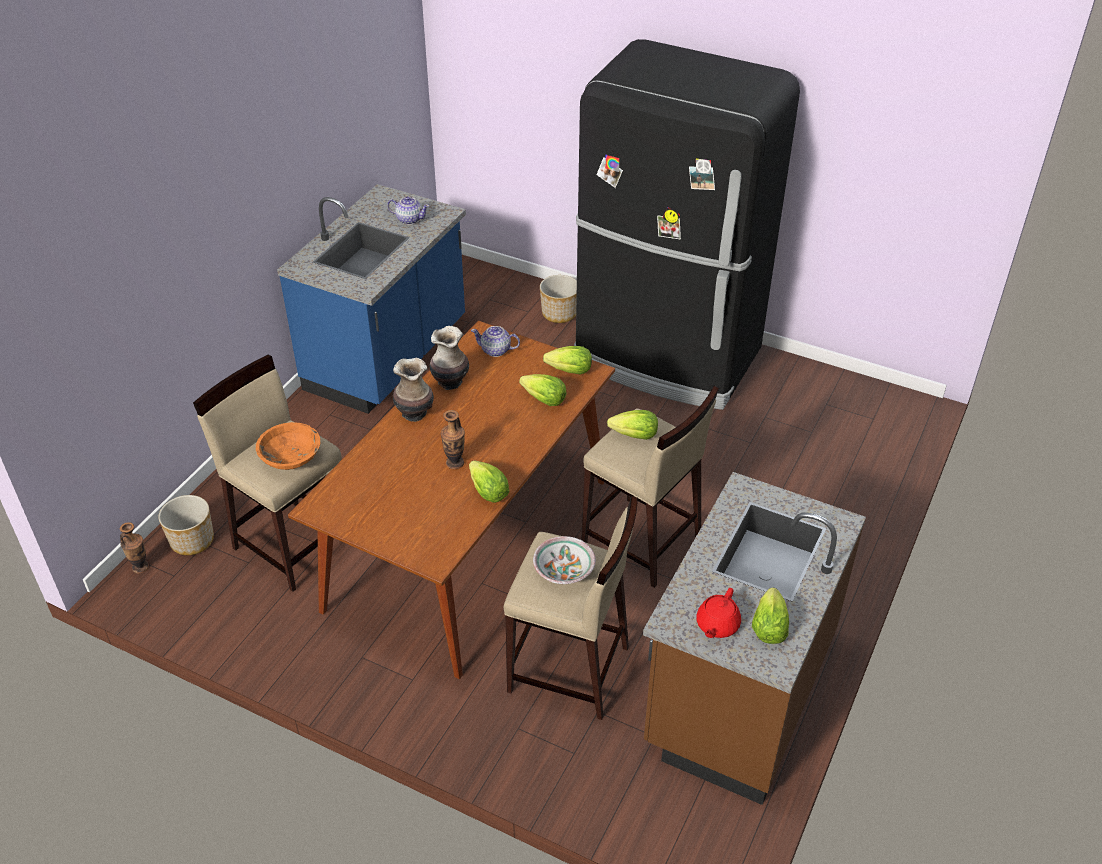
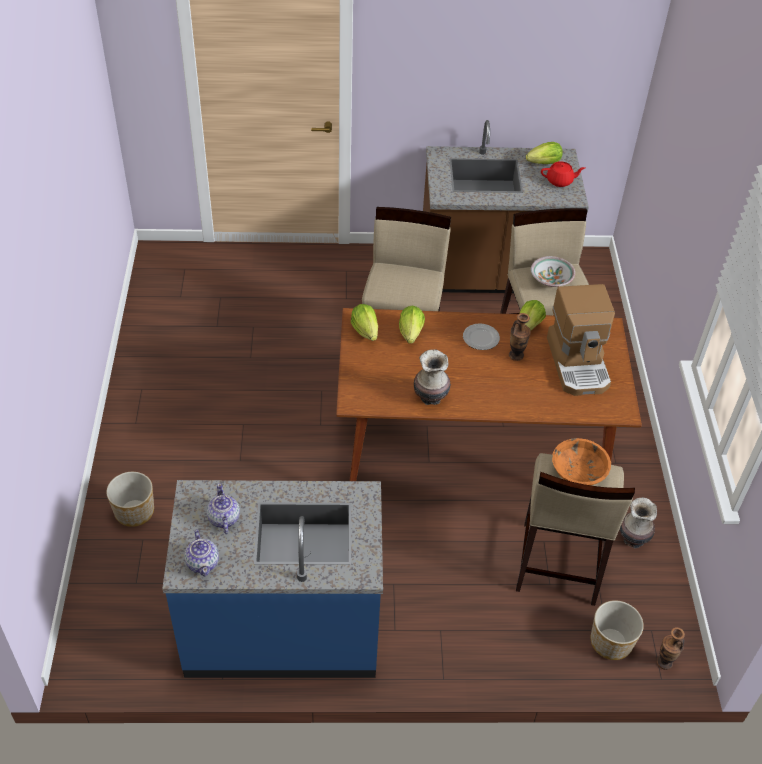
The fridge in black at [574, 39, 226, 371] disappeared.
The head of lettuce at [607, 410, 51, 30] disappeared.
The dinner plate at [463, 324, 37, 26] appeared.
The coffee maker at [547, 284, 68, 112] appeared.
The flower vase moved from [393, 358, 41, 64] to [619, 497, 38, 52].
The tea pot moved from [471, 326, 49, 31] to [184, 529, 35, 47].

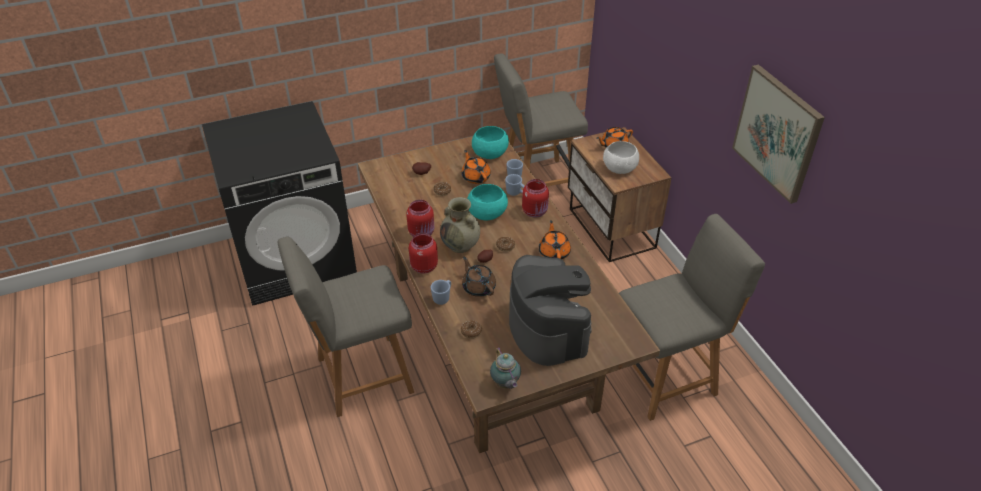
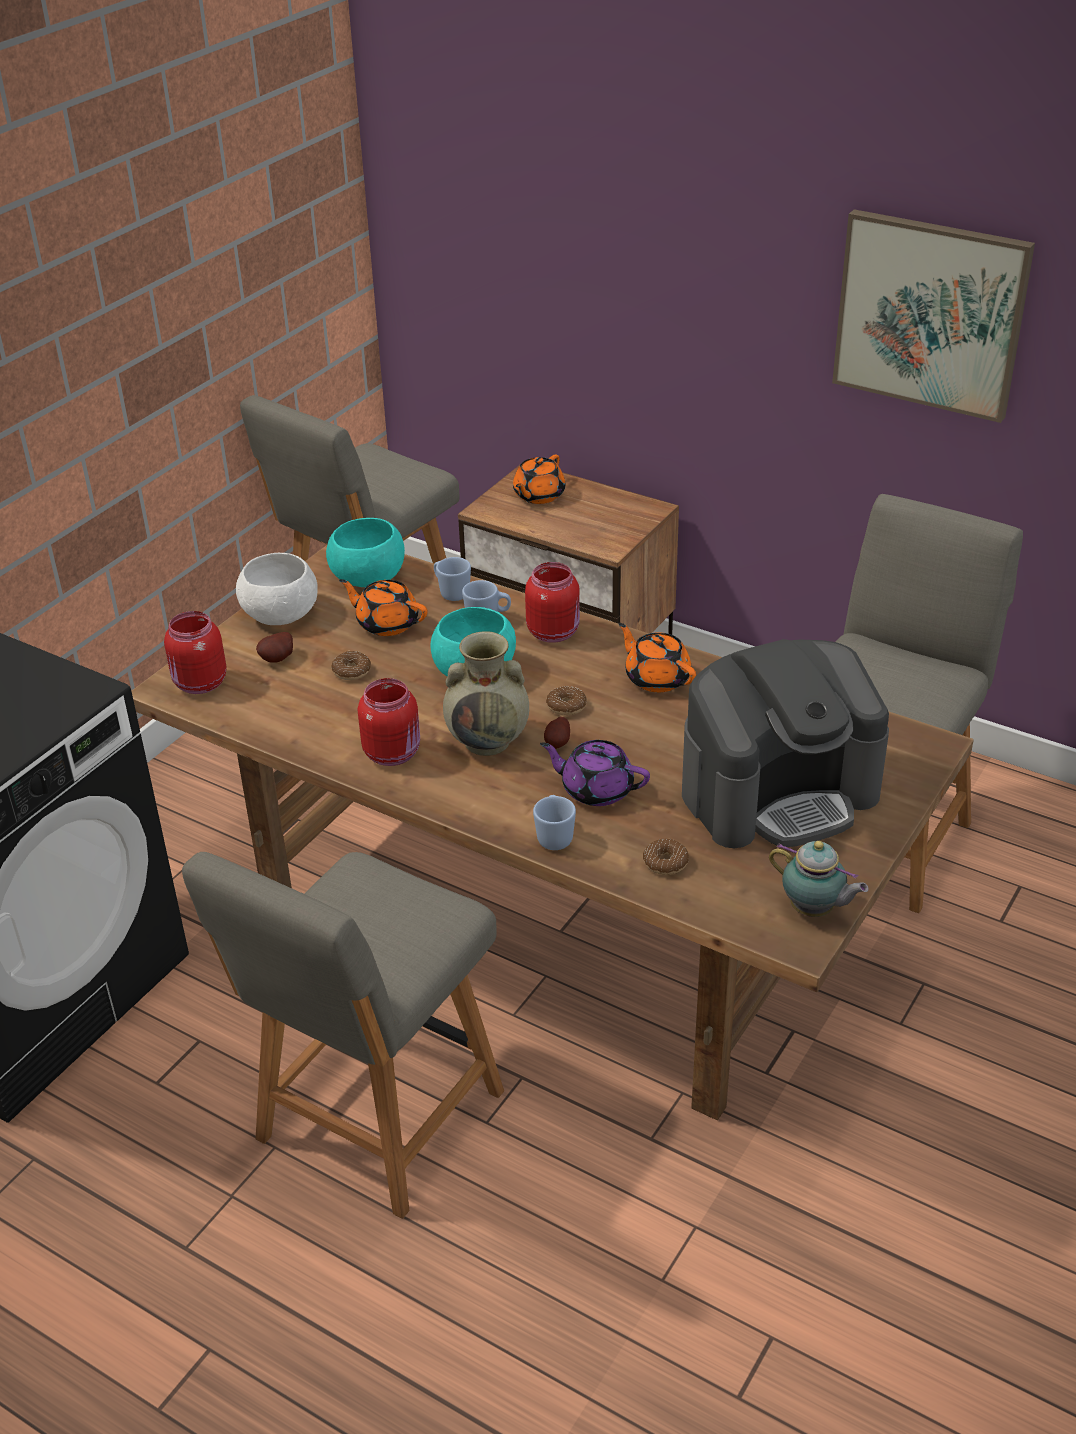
The preserve jar in red moved from [409, 233, 29, 41] to [164, 611, 63, 83].
The serving bowl in whitish moved from [603, 141, 36, 33] to [236, 553, 82, 72].
The tea pot in brown at [462, 257, 34, 40] became the tea pot in purple at [540, 740, 110, 66].
The coffee maker at [509, 255, 83, 111] turned 120 degrees clockwise.

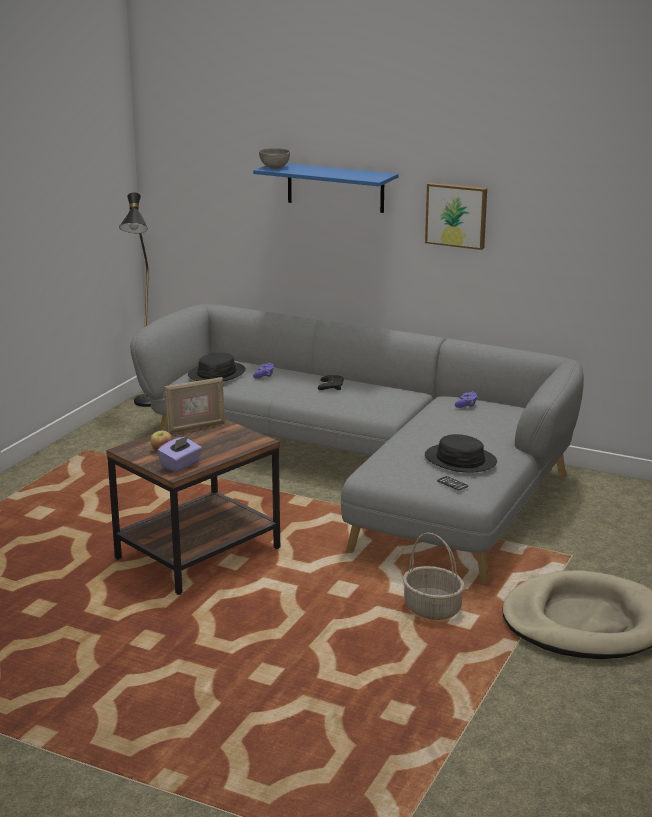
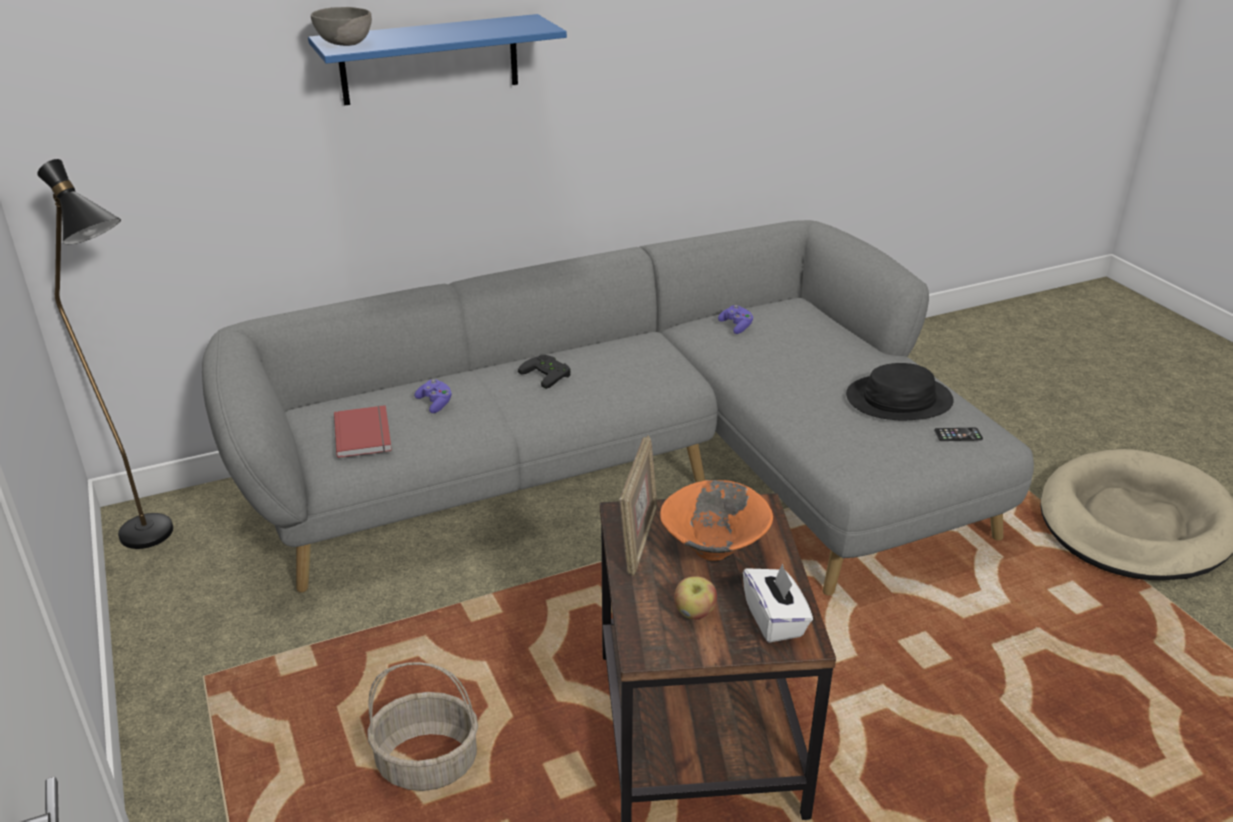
The picture at [425, 183, 62, 67] disappeared.
The serving bowl in orange at [660, 480, 113, 81] appeared.
The household basket moved from [403, 533, 62, 87] to [367, 662, 111, 129].
The hat in black at [188, 352, 58, 30] was replaced by the bound book in red at [334, 405, 58, 53].
The tissue box in purple at [157, 435, 45, 37] became the tissue box in whitish at [743, 563, 70, 80].

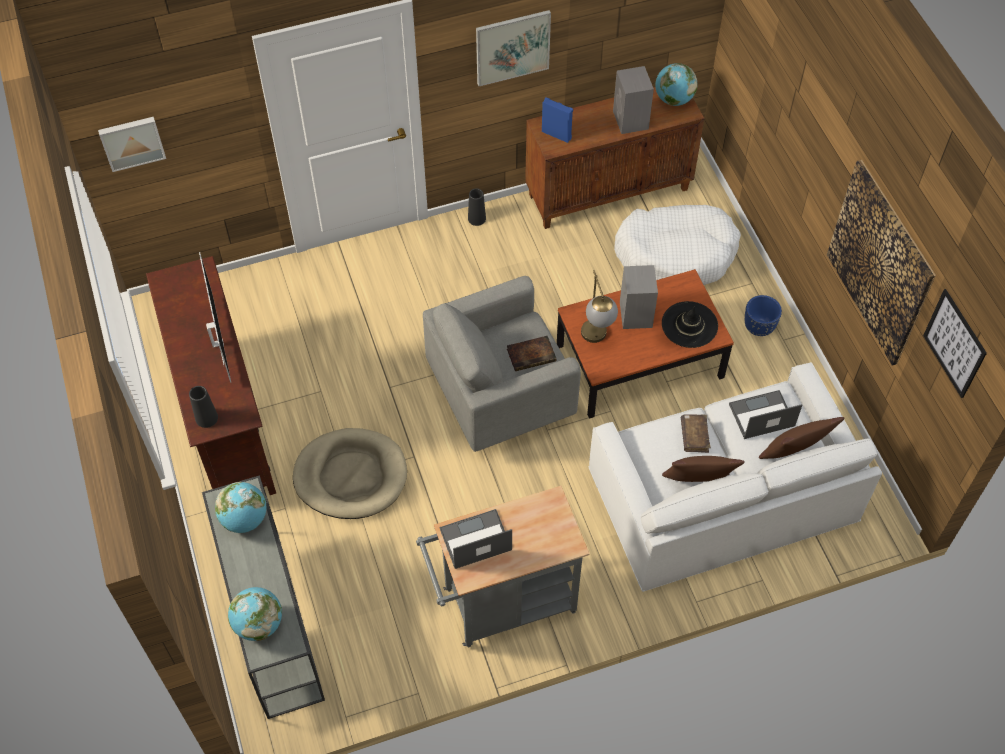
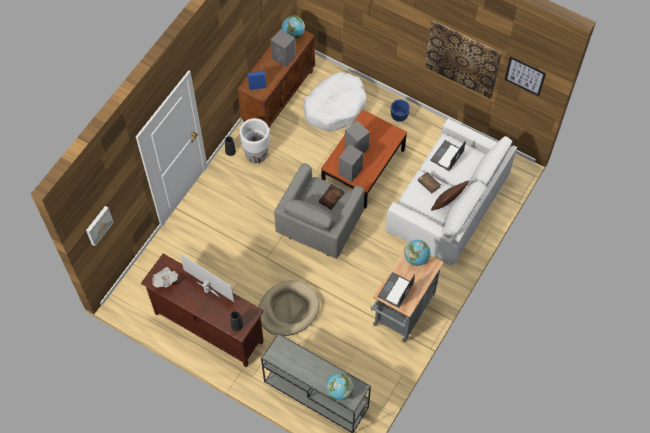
The picture at [476, 10, 75, 76] disappeared.
The hat in black at [662, 301, 56, 47] disappeared.
The throw pillow in brown at [759, 417, 85, 42] disappeared.
The printed paper at [152, 267, 26, 21] appeared.
The flower pot in whitish at [239, 118, 31, 46] appeared.
The globe moved from [215, 482, 52, 51] to [404, 240, 26, 26].
The table lamp at [581, 270, 37, 73] was replaced by the loudspeaker in greyish at [338, 145, 25, 37].

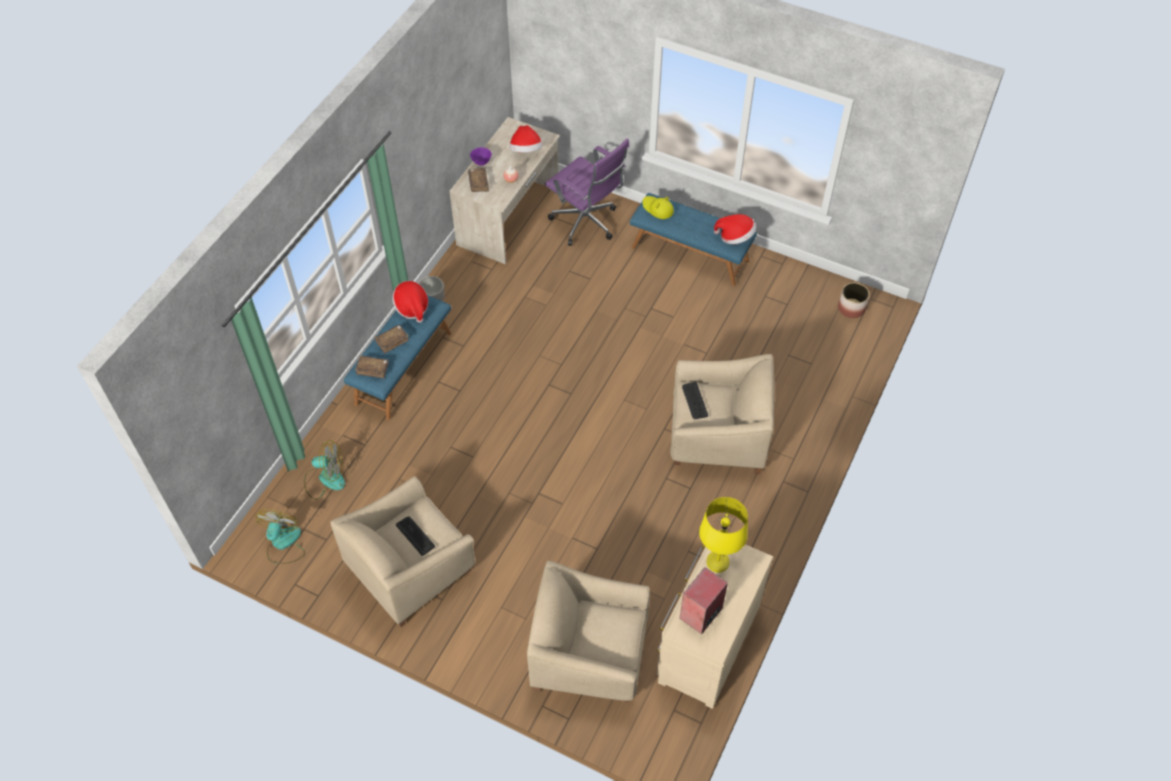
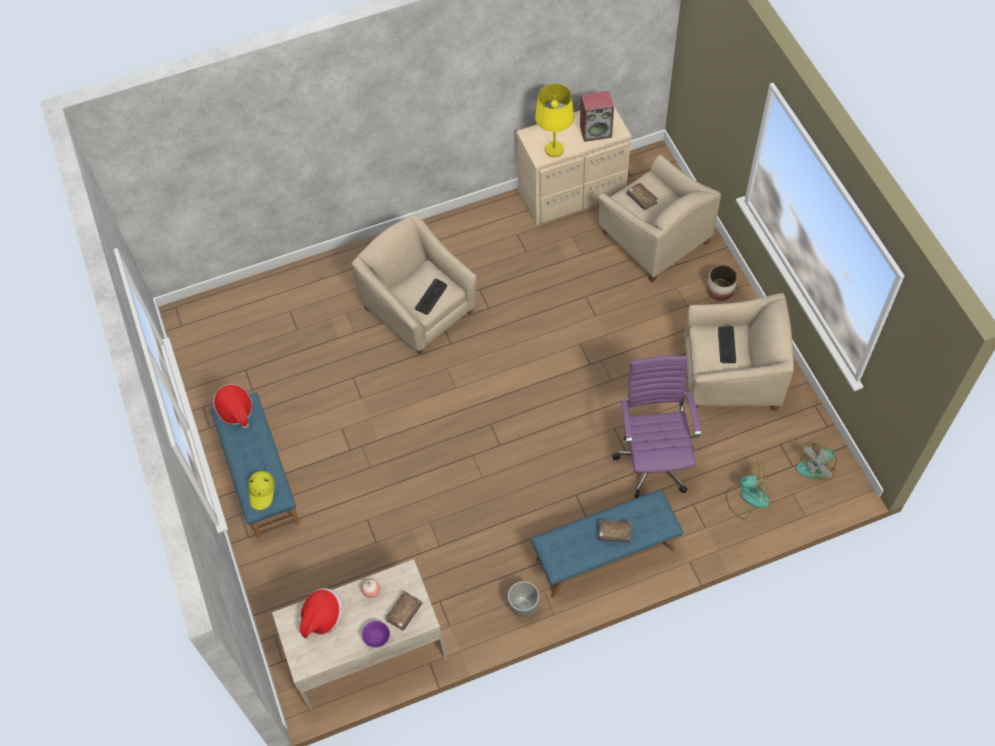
The hat at [392, 281, 36, 42] disappeared.
The bound book in brown moved from [355, 355, 34, 24] to [627, 182, 31, 28].
The office chair in purple moved from [545, 139, 84, 107] to [613, 356, 88, 142].
The flower pot moved from [838, 283, 31, 35] to [707, 265, 30, 36].
The cooling fan at [304, 440, 41, 60] turned 135 degrees clockwise.

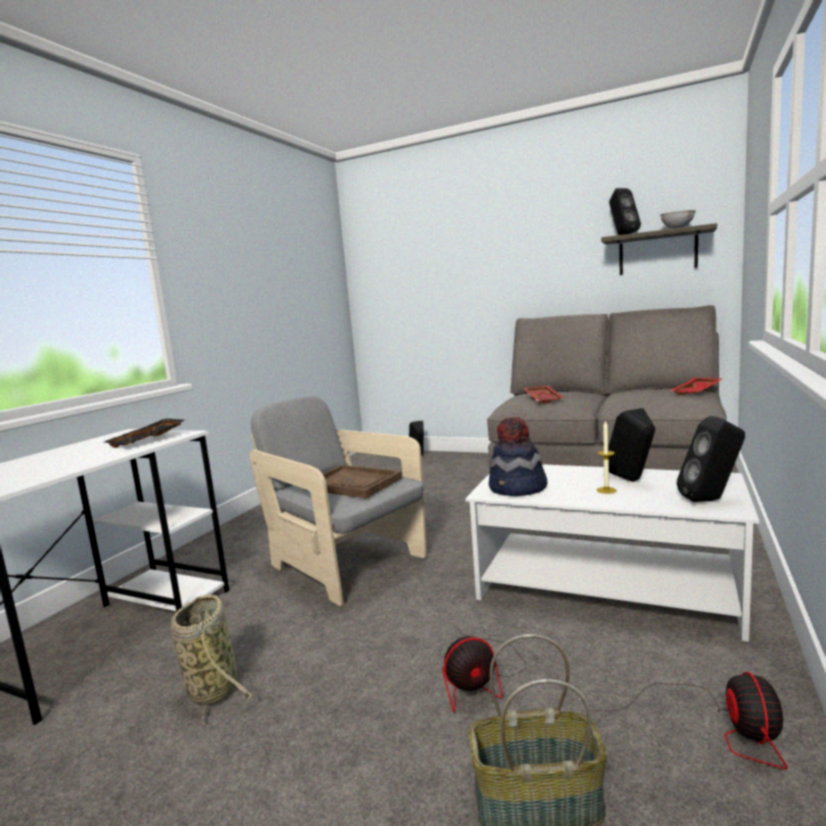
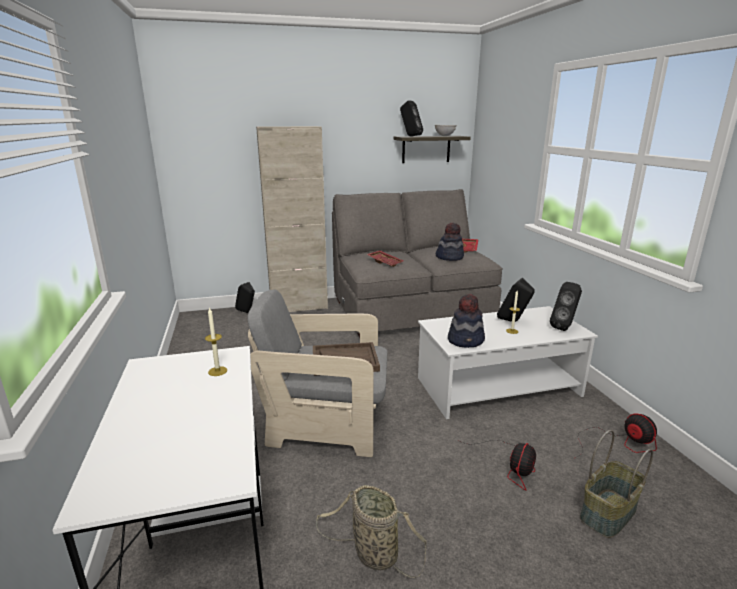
The storage cabinet in sand-coloured at [256, 126, 72, 186] appeared.
The hat at [436, 223, 28, 38] appeared.
The serving tray in black at [104, 419, 81, 29] was replaced by the wax light at [205, 307, 22, 69].

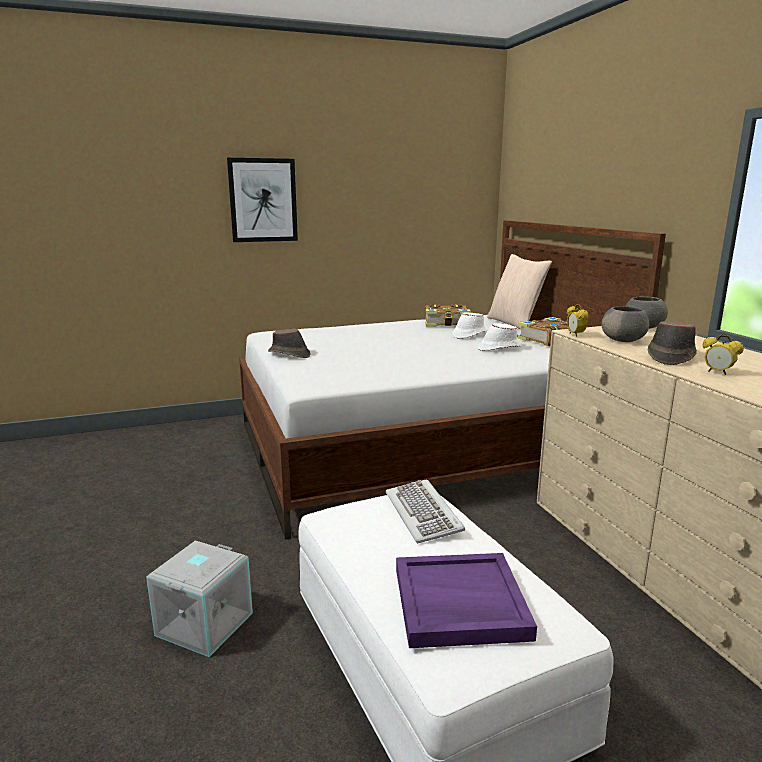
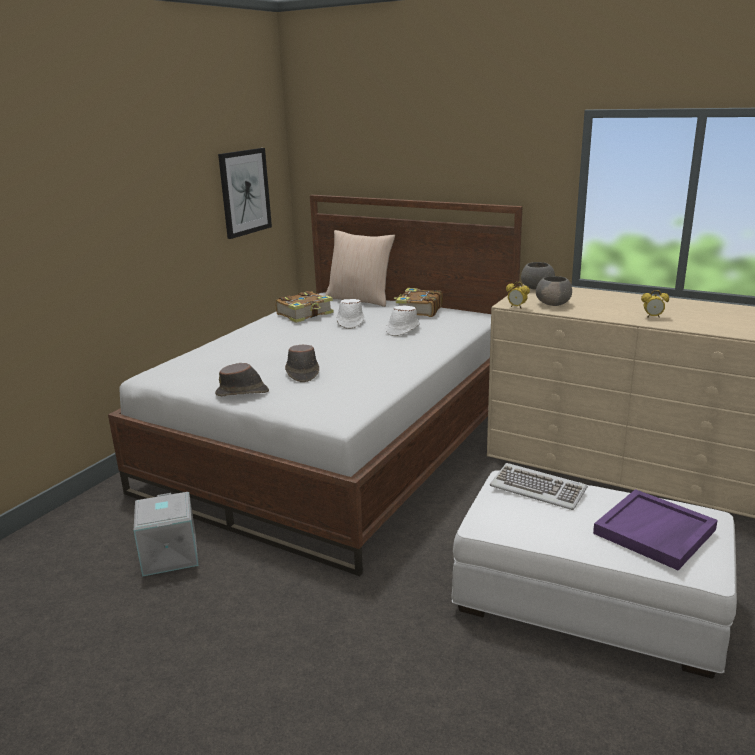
The storage container in greyish moved from [146, 540, 107, 117] to [134, 492, 64, 85].
The picture moved from [227, 158, 71, 84] to [218, 148, 54, 91].
The hat in brown moved from [648, 321, 49, 44] to [285, 345, 34, 37].

